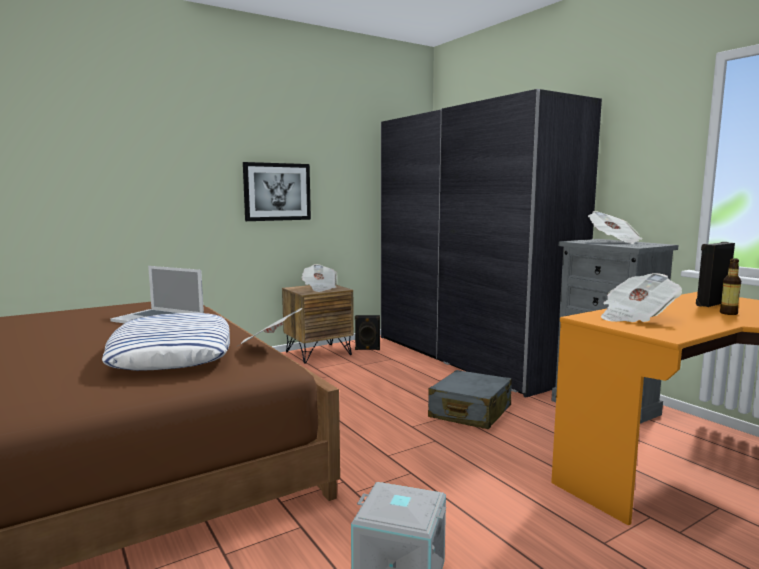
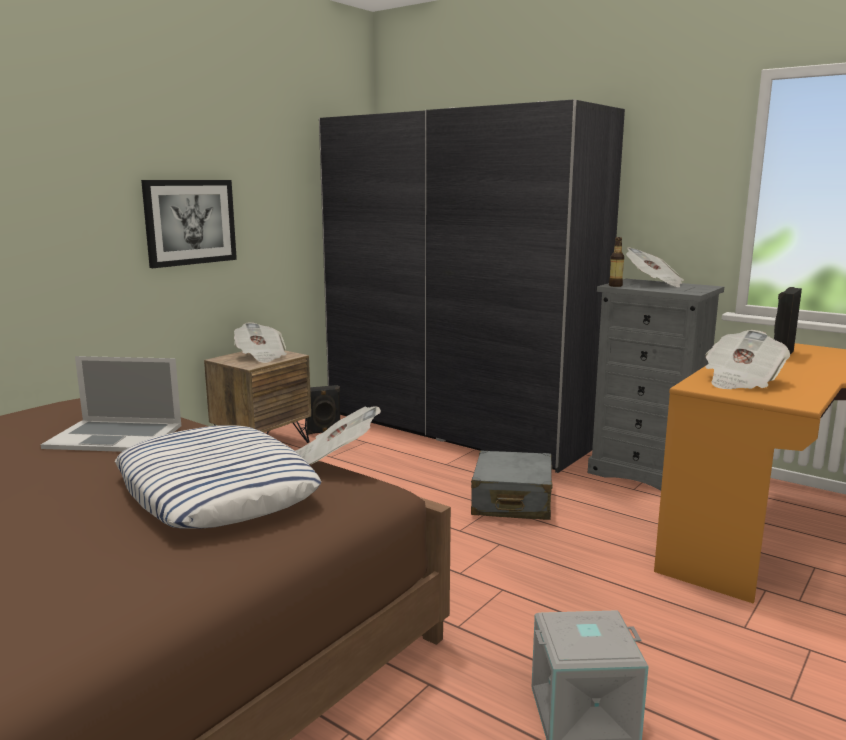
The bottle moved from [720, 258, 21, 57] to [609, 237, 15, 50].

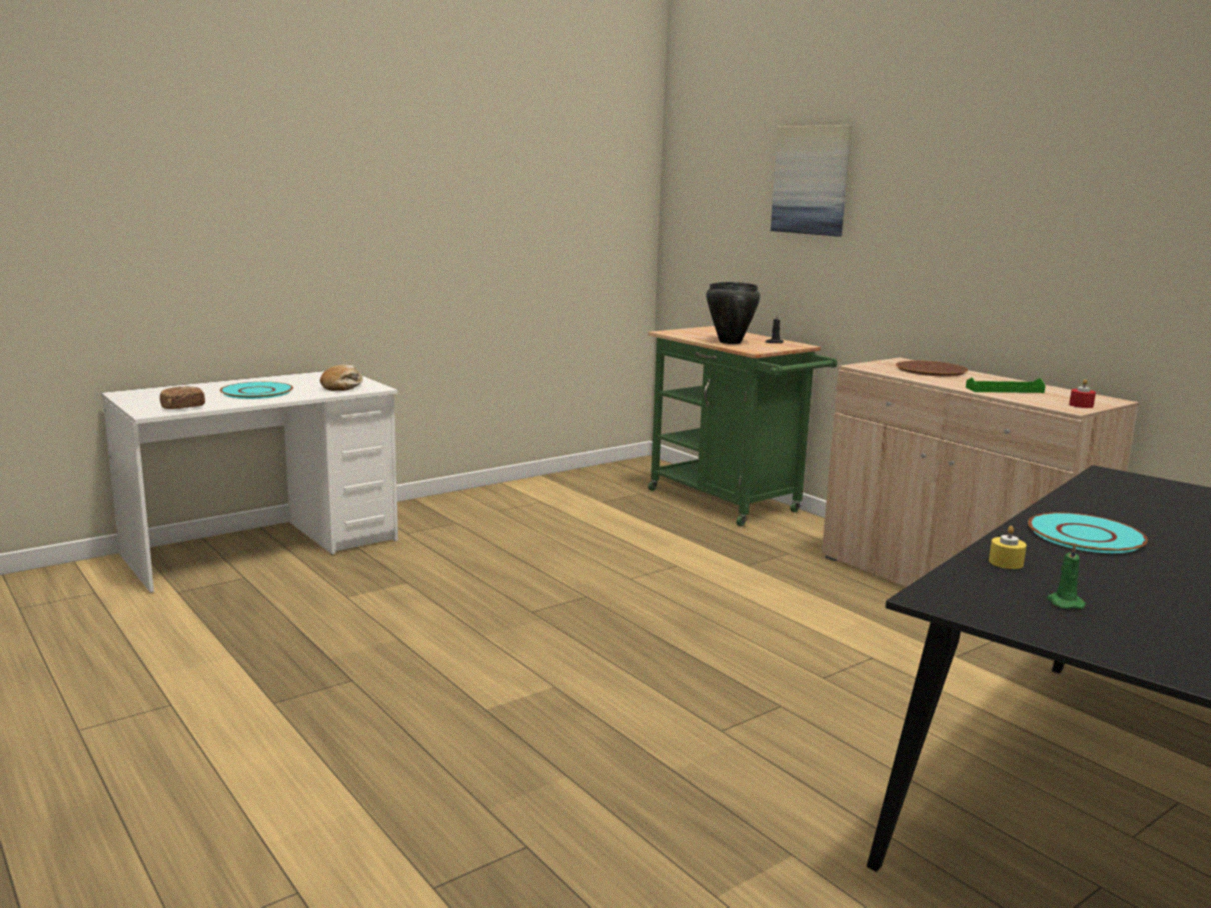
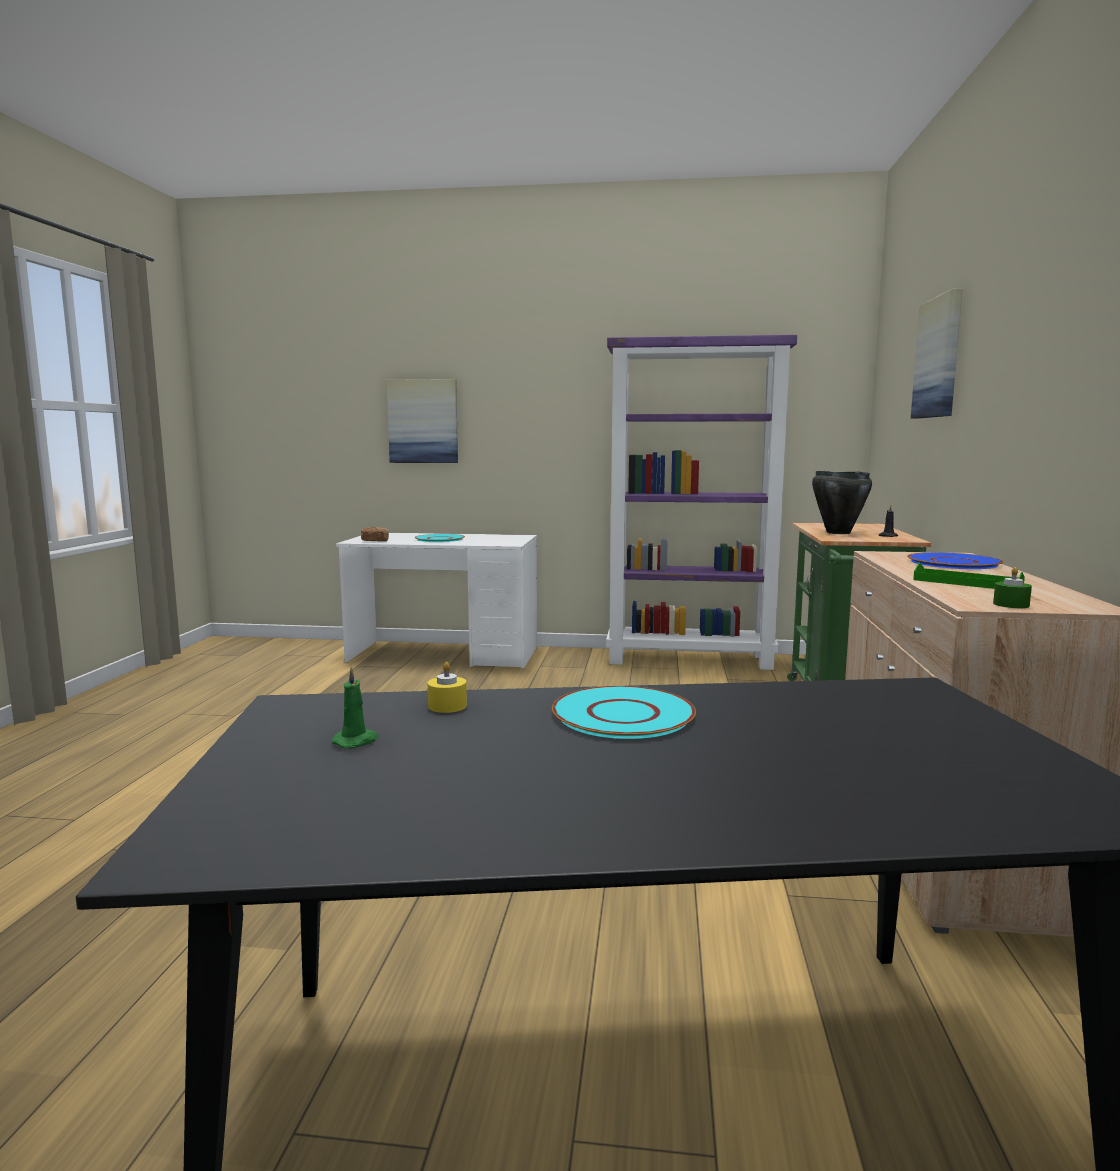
The bread at [320, 364, 43, 27] disappeared.
The picture at [386, 379, 72, 84] appeared.
The bookcase in purple at [606, 334, 191, 336] appeared.
The dinner plate in brown at [896, 360, 72, 16] became the dinner plate in bluish at [907, 552, 96, 17].
The wax light in red at [1069, 379, 27, 29] became the wax light in greenish at [993, 567, 39, 41].

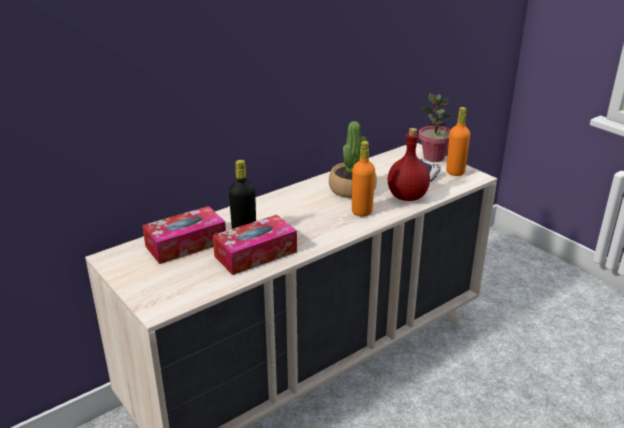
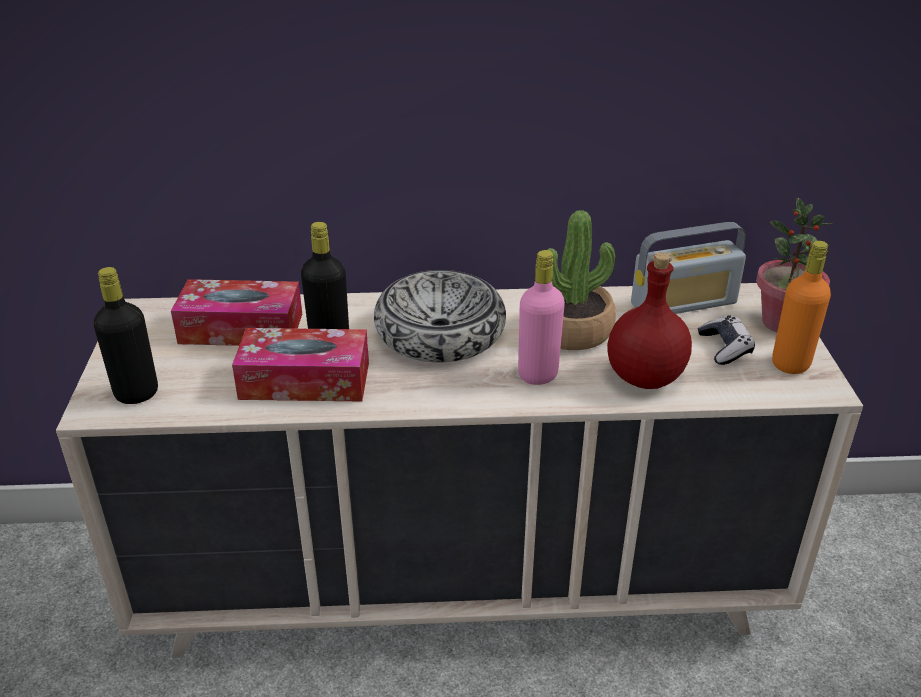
The bottle in black at [94, 267, 64, 137] appeared.
The serving bowl at [374, 270, 132, 93] appeared.
The radio at [631, 222, 115, 92] appeared.
The bottle in orange at [352, 141, 23, 76] became the bottle in pink-coloured at [518, 250, 47, 135].

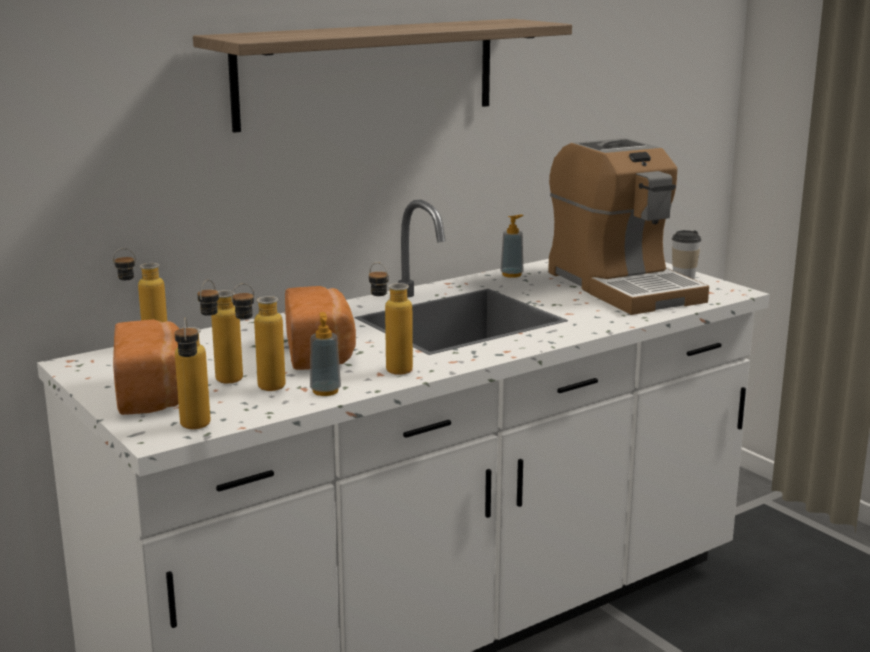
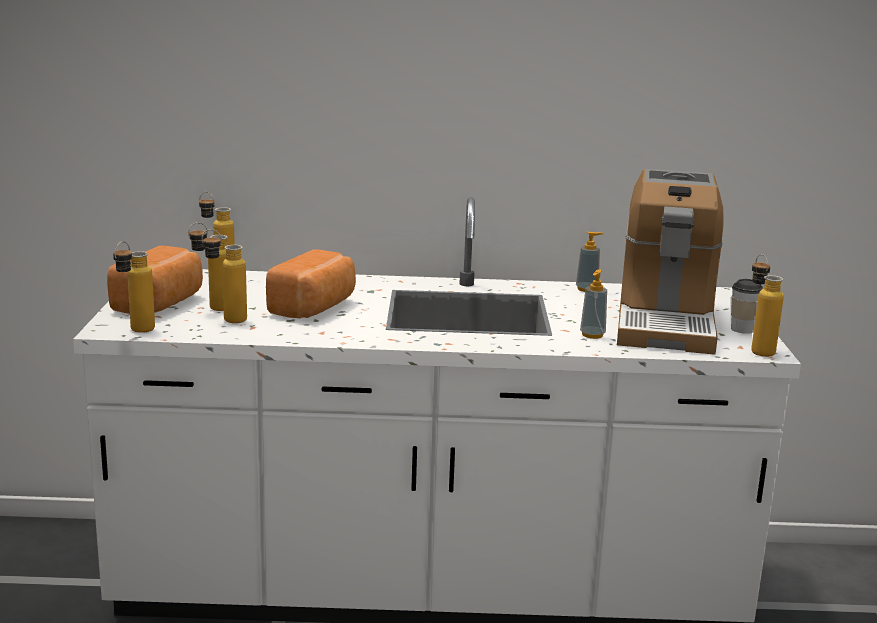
The wall shelf at [193, 19, 379, 114] disappeared.
The soap dispenser moved from [310, 312, 31, 84] to [580, 269, 27, 70].
The bottle moved from [369, 262, 44, 113] to [751, 254, 33, 103].

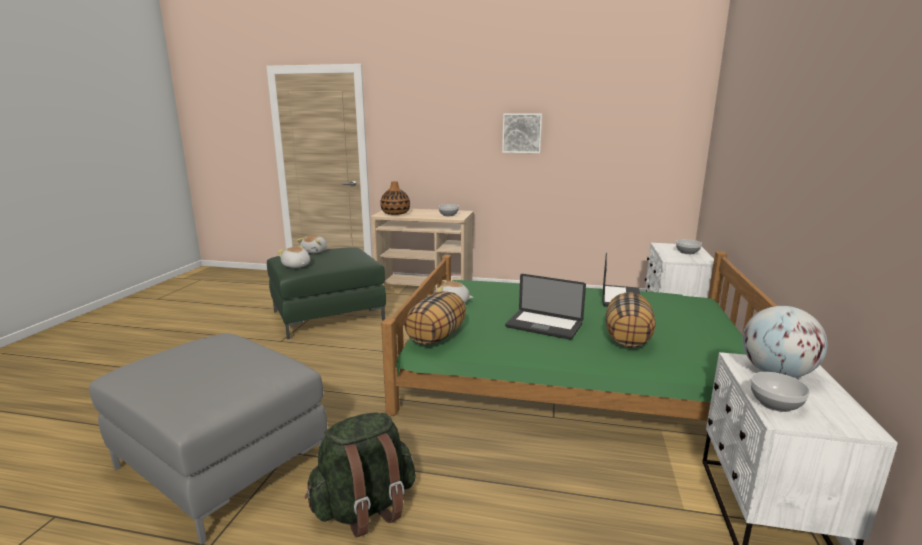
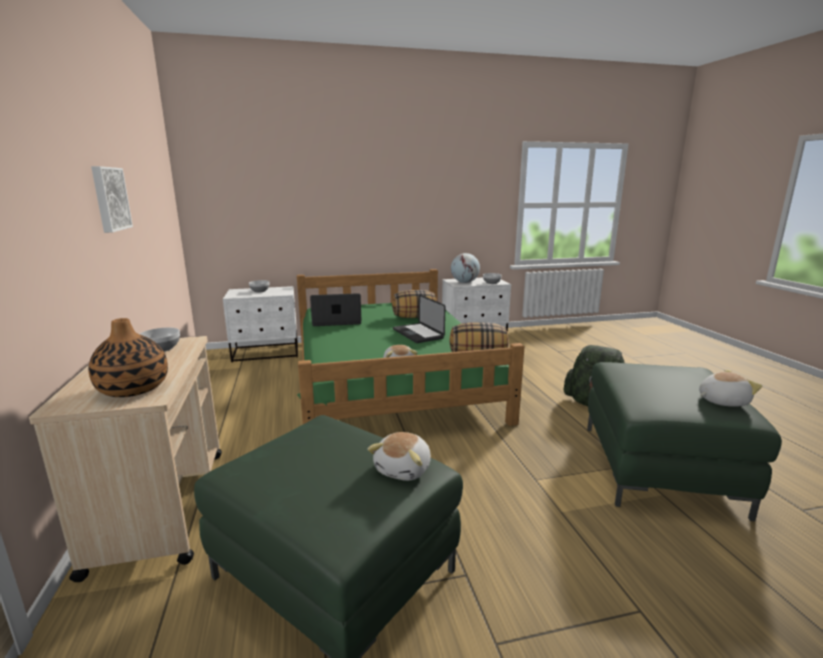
The cuddly toy moved from [297, 235, 30, 18] to [699, 370, 63, 37].
The ottoman in greyish at [89, 333, 238, 211] became the ottoman in greenish at [587, 362, 195, 159].
The laptop at [505, 274, 81, 66] turned 150 degrees clockwise.

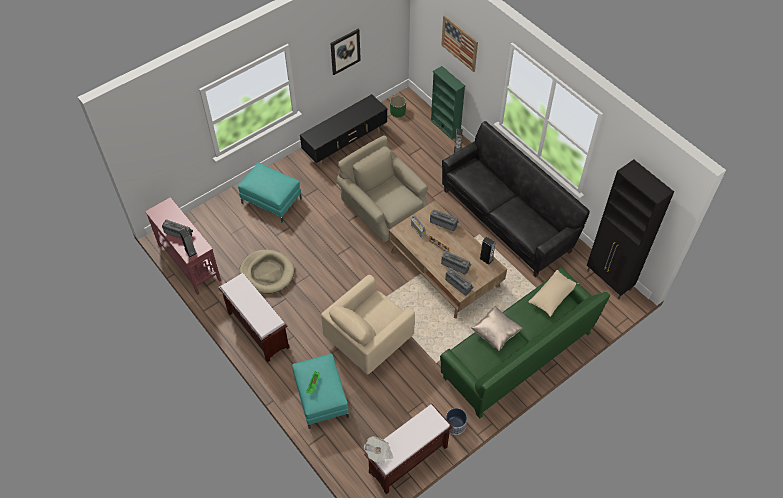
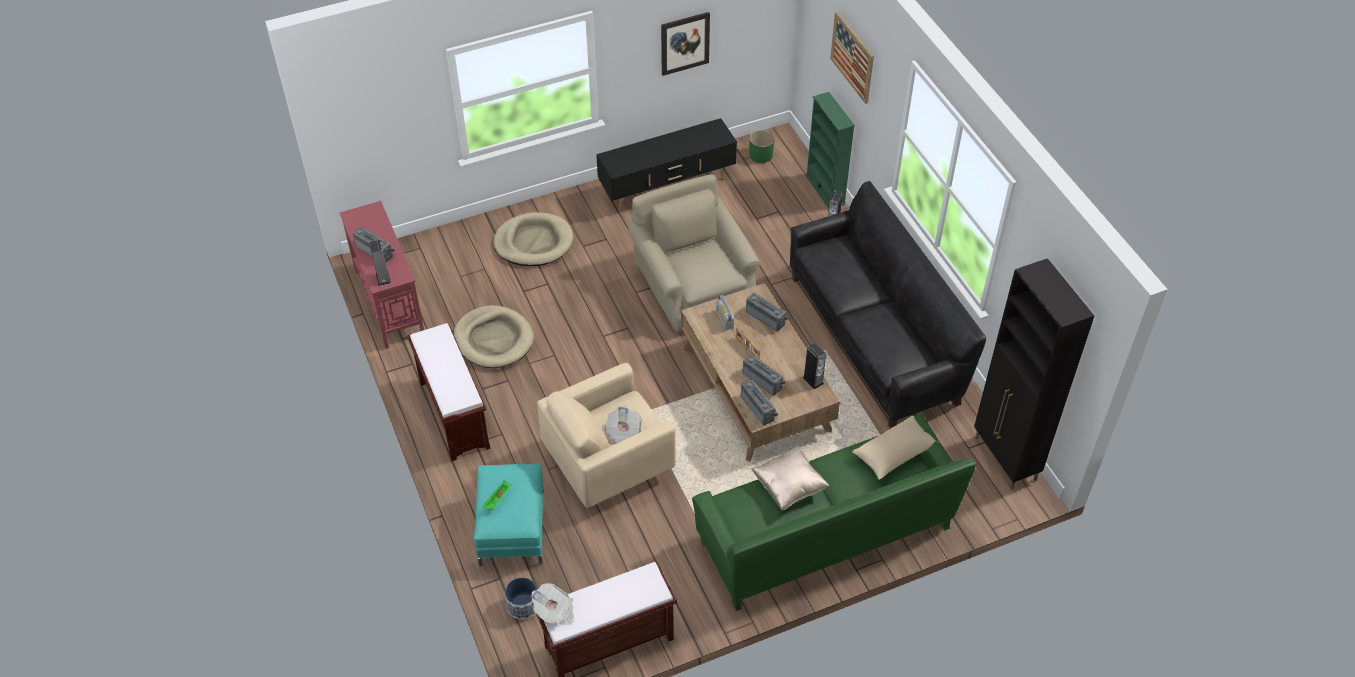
The printed paper at [605, 406, 37, 38] appeared.
The flower pot moved from [446, 408, 21, 27] to [505, 577, 32, 43].
The ottoman in turquoise at [238, 163, 64, 60] was replaced by the dog bed in sand-coloured at [493, 212, 80, 54].

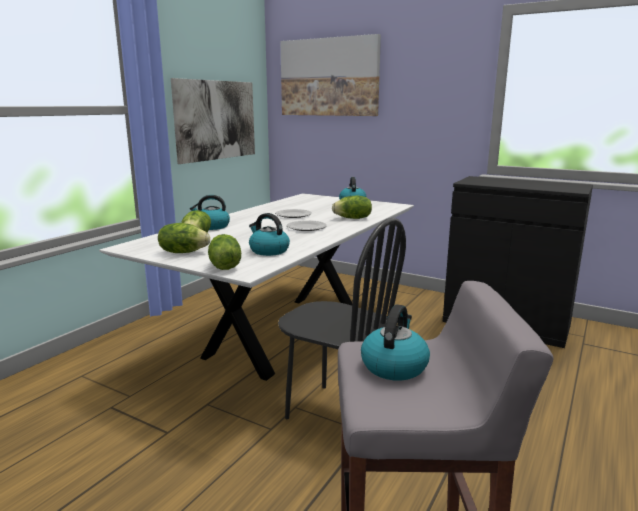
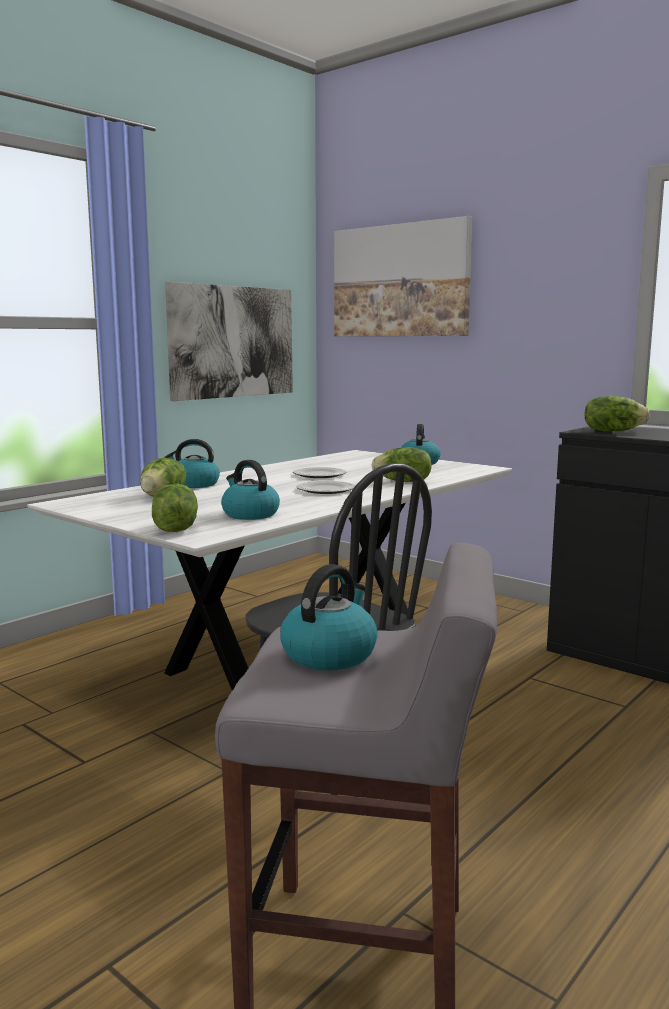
The head of lettuce moved from [158, 223, 52, 30] to [584, 396, 66, 36].

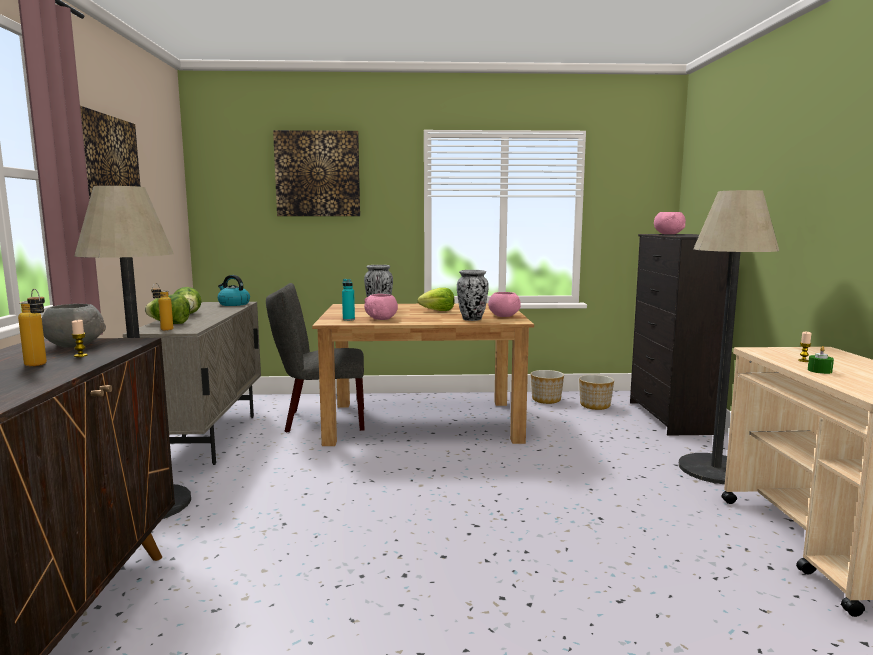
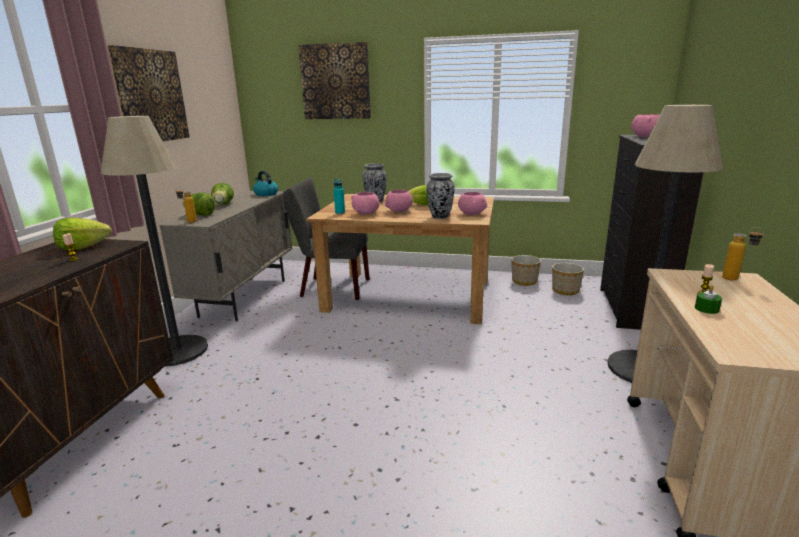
The serving bowl in pink-coloured at [385, 190, 28, 22] appeared.
The bottle moved from [18, 289, 29, 77] to [722, 227, 42, 54].
The serving bowl in greyish at [42, 304, 64, 44] was replaced by the head of lettuce at [53, 217, 59, 33].

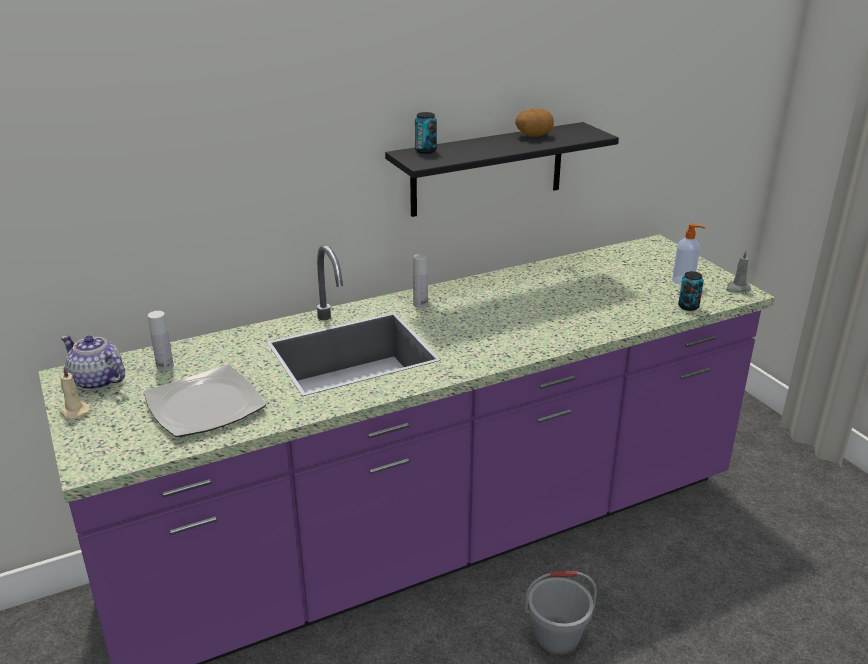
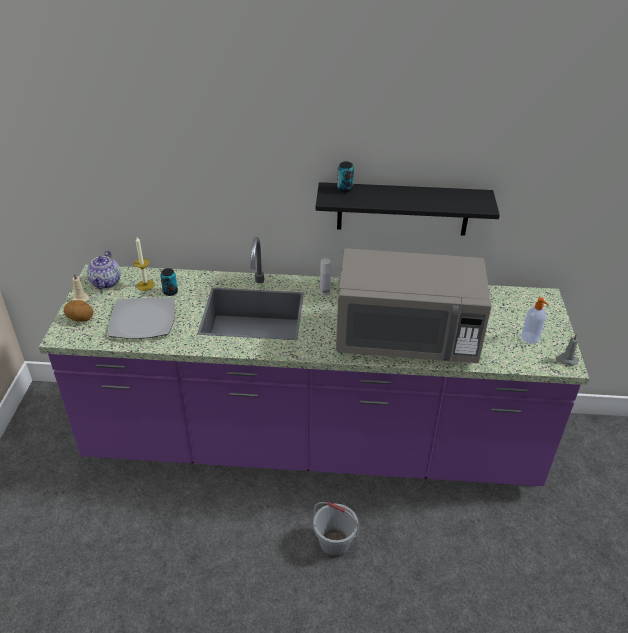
The microwave in greyish at [336, 248, 156, 115] appeared.
The spud moved from [515, 108, 39, 29] to [64, 300, 29, 22].
The can moved from [678, 271, 26, 40] to [160, 268, 18, 28].
The bottle in whitish at [148, 311, 26, 60] was replaced by the wax light at [134, 237, 21, 54].
The tea pot at [61, 335, 64, 55] turned 150 degrees counterclockwise.

